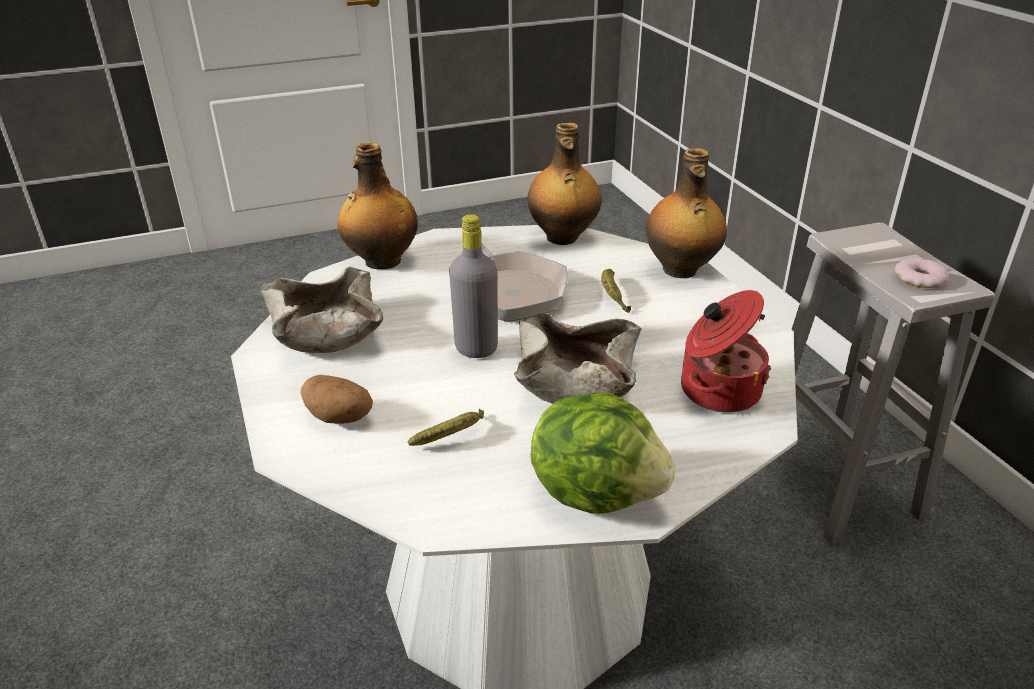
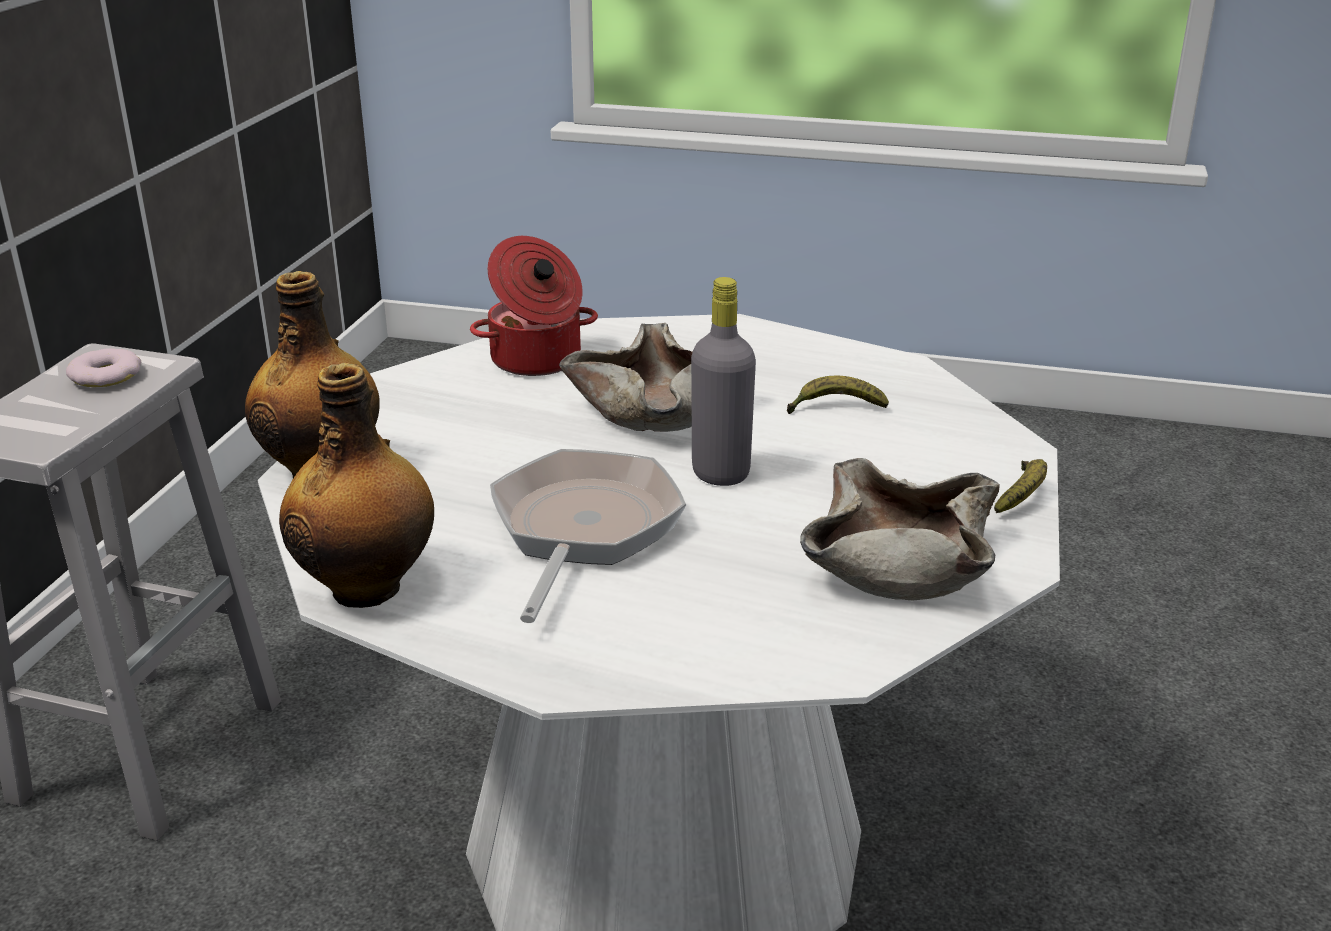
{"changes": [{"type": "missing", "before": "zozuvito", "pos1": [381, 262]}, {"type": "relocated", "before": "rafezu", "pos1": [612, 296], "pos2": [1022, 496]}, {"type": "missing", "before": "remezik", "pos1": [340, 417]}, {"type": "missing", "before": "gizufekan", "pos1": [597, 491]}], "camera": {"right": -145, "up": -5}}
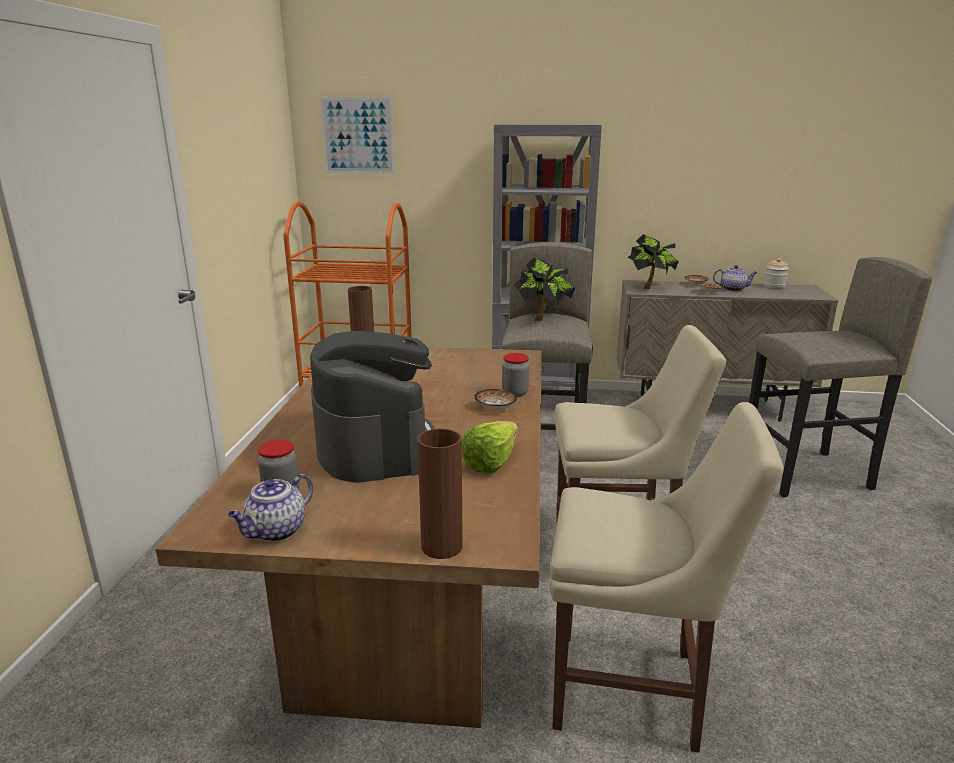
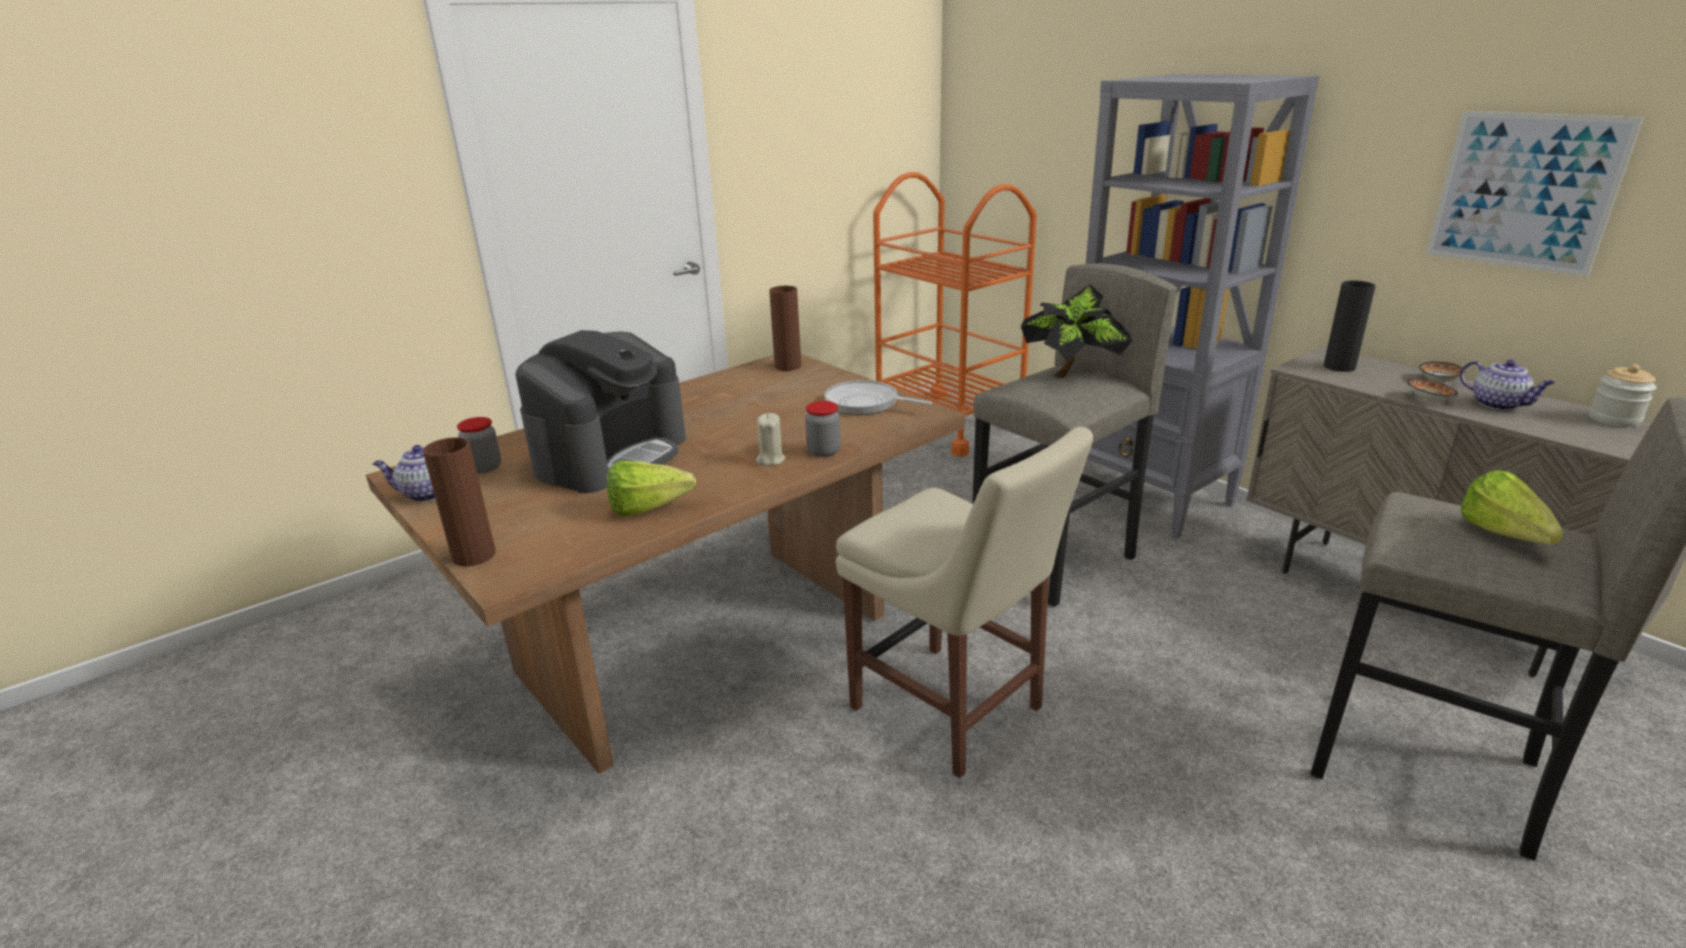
{"changes": [{"type": "relocated", "before": "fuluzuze", "pos1": [358, 136], "pos2": [1524, 192]}, {"type": "exchanged", "before": "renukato", "after": "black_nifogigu", "pos1": [650, 287], "pos2": [1339, 367]}, {"type": "exchanged", "before": "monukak", "after": "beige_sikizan", "pos1": [495, 408], "pos2": [770, 460]}, {"type": "missing", "before": "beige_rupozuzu", "pos1": [634, 690]}, {"type": "appeared", "after": "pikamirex", "pos2": [866, 404]}, {"type": "appeared", "after": "gizufekan", "pos2": [1506, 538]}], "camera": {"right": 45, "up": 5}}
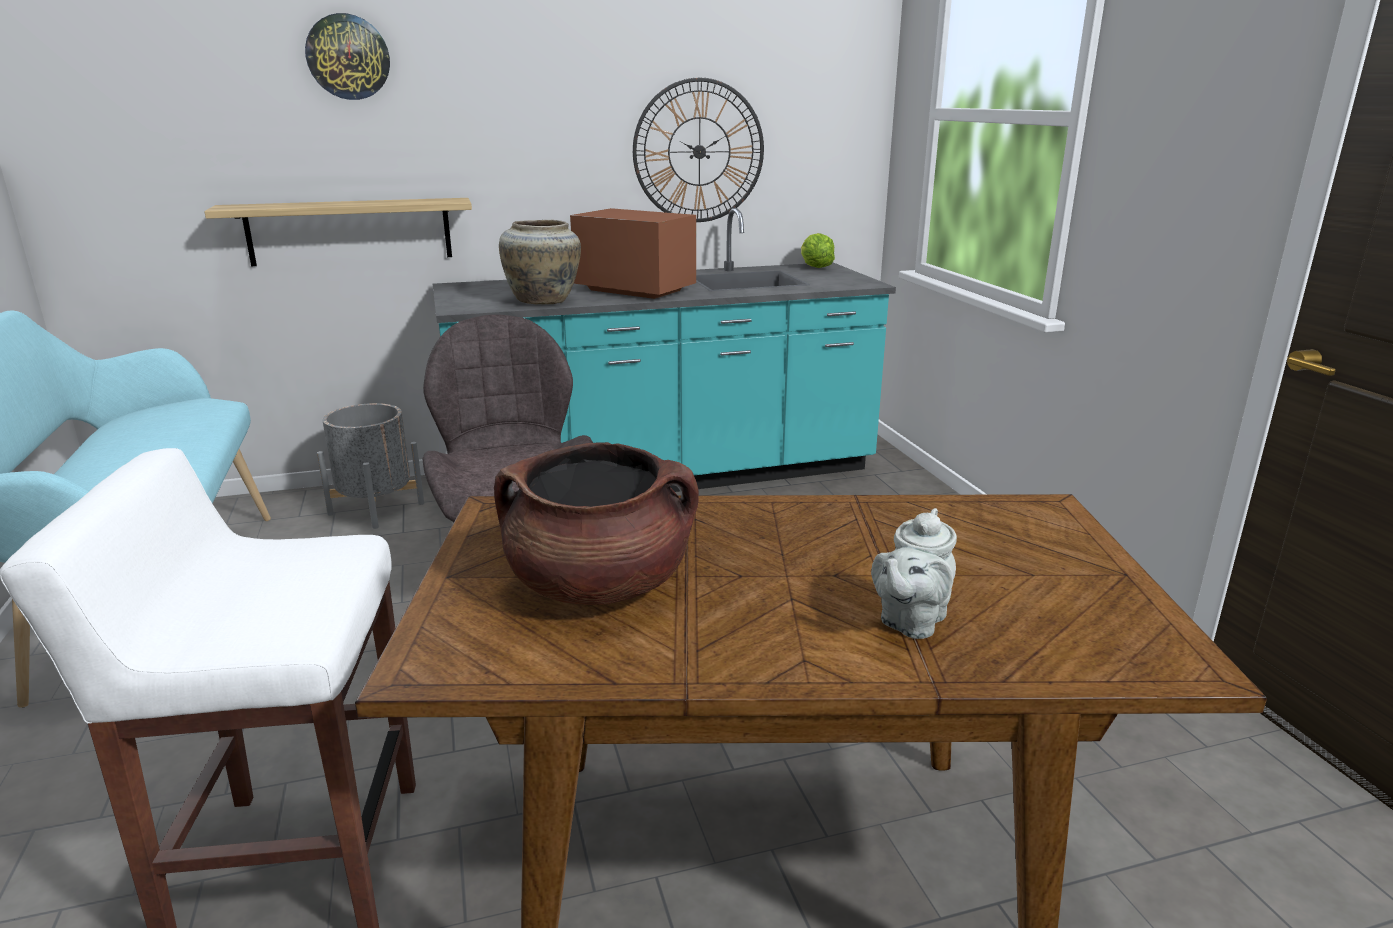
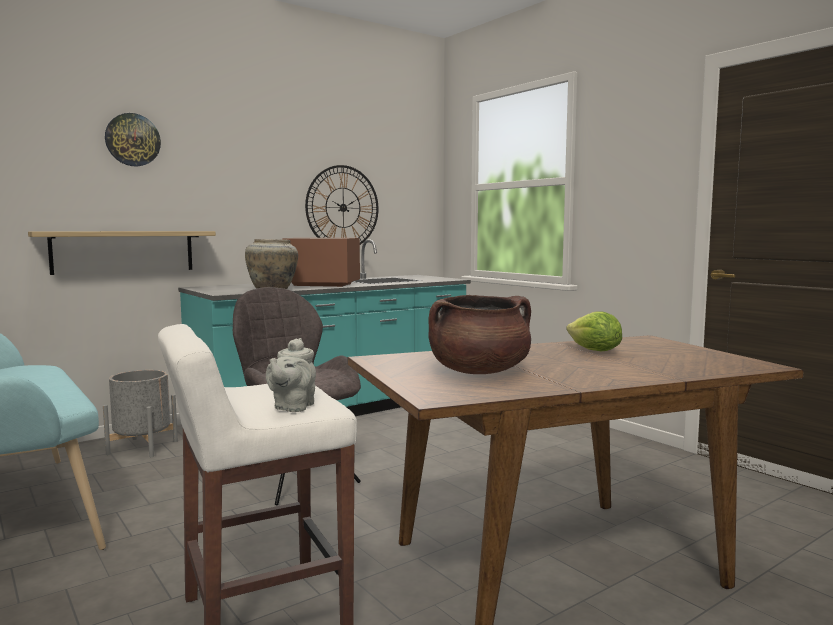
{"changes": [{"type": "relocated", "before": "gizufekan", "pos1": [815, 267], "pos2": [594, 351]}, {"type": "relocated", "before": "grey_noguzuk", "pos1": [910, 621], "pos2": [292, 407]}], "camera": {"right": -20, "up": -15}}
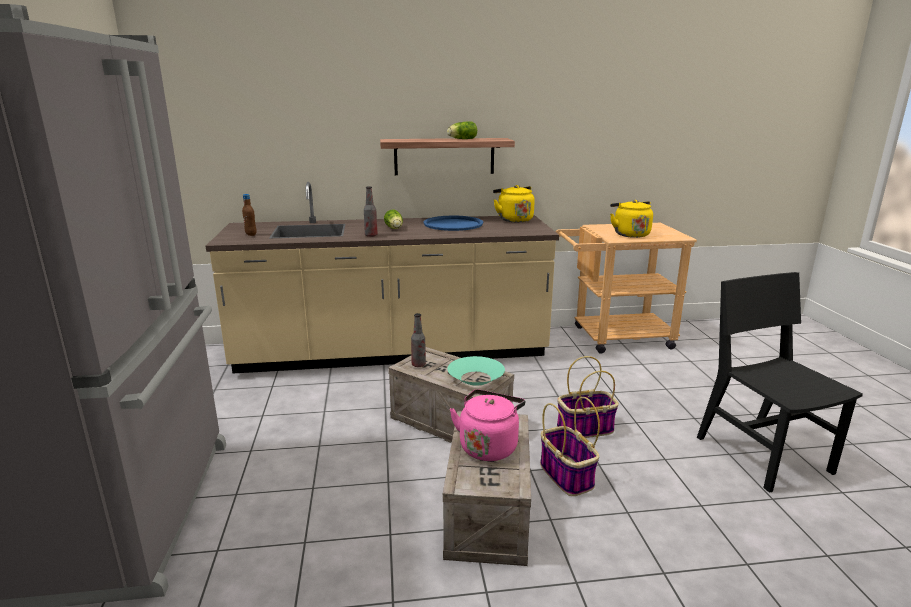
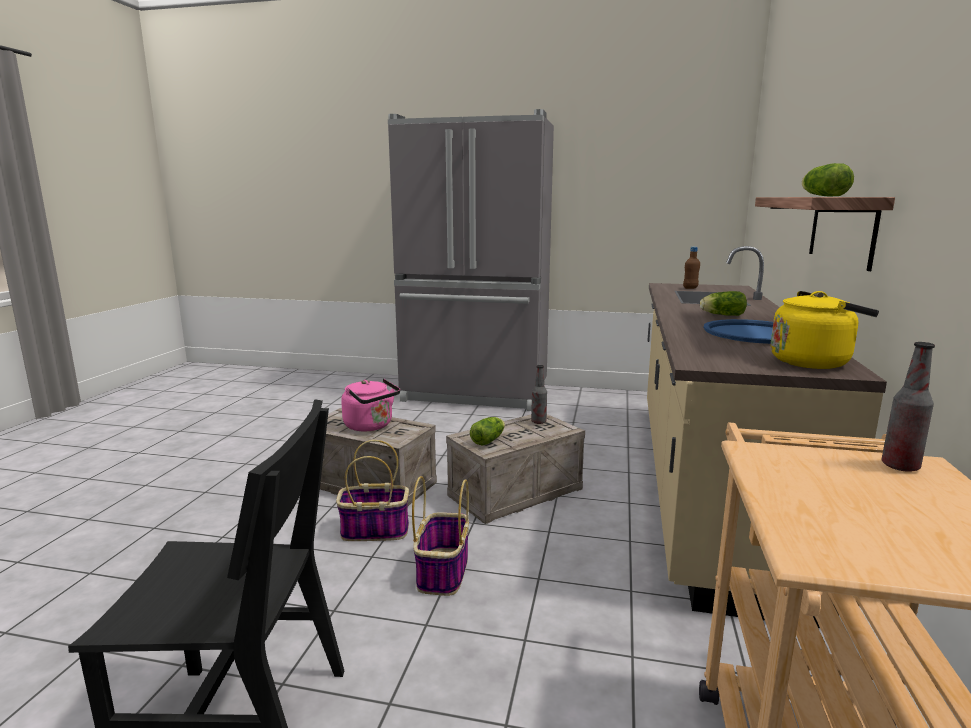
{"changes": [{"type": "relocated", "before": "zozuvito", "pos1": [371, 235], "pos2": [900, 466]}, {"type": "missing", "before": "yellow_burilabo", "pos1": [629, 234]}, {"type": "exchanged", "before": "turquoise_monukak", "after": "gizufekan", "pos1": [476, 378], "pos2": [489, 440]}], "camera": {"right": 110, "up": -5}}
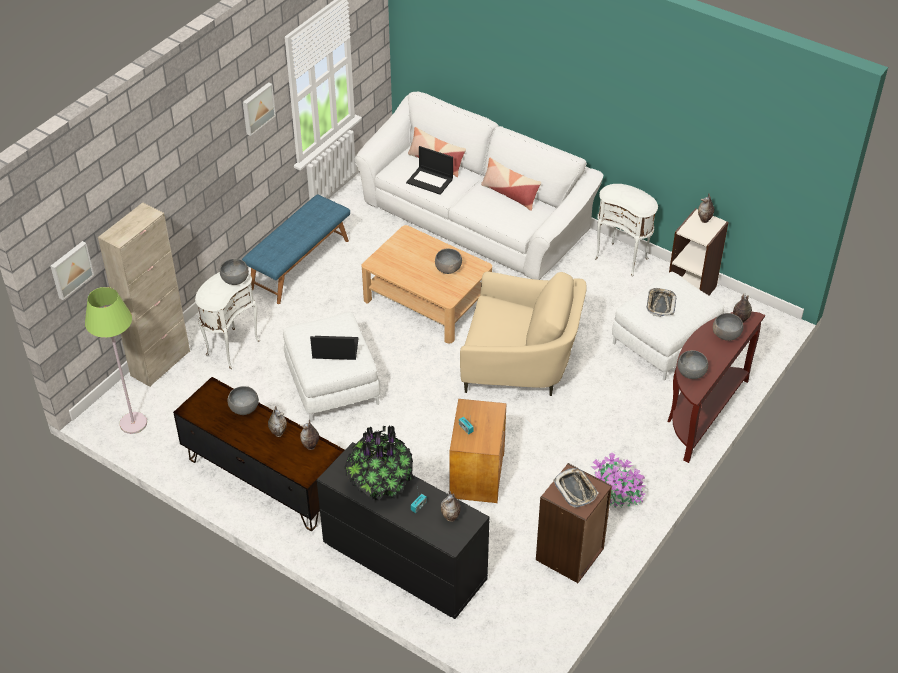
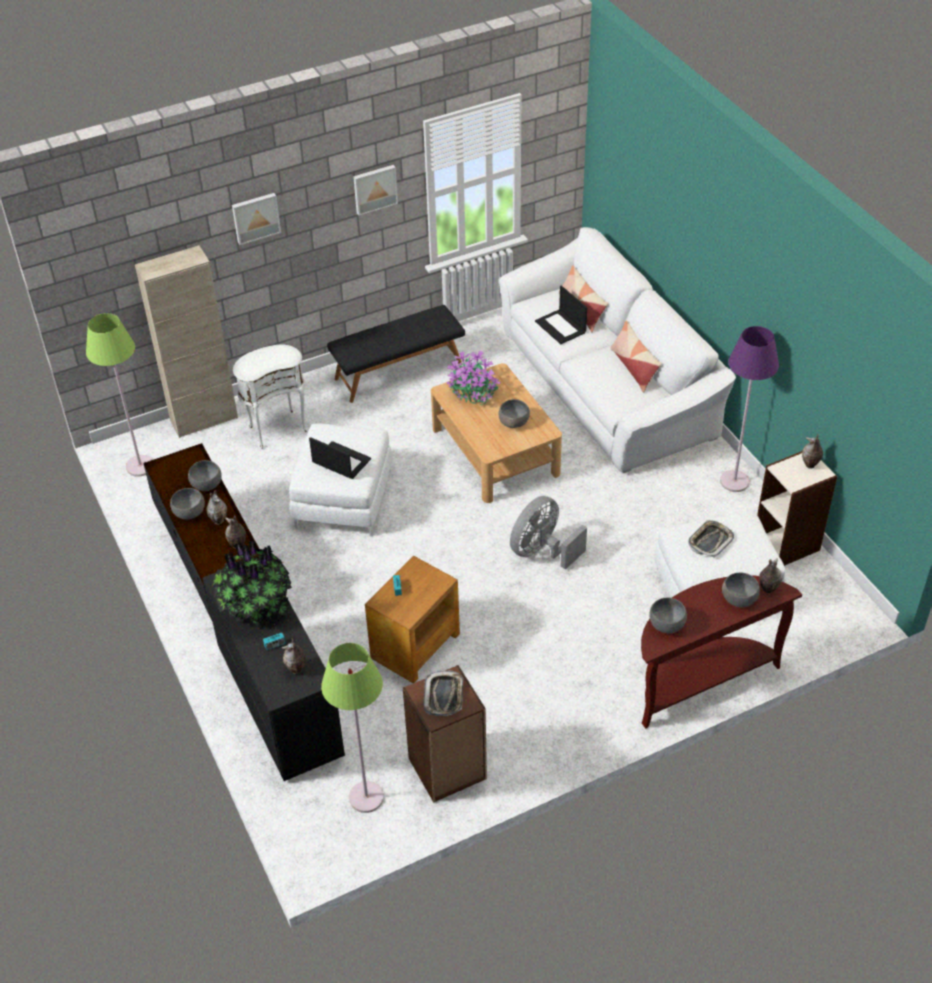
{"changes": [{"type": "exchanged", "before": "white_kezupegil", "after": "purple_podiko", "pos1": [622, 258], "pos2": [734, 481]}, {"type": "colour", "before": "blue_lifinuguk", "after": "black_lifinuguk", "pos1": [299, 264], "pos2": [398, 371]}, {"type": "relocated", "before": "fuluzuze", "pos1": [70, 269], "pos2": [255, 217]}, {"type": "relocated", "before": "grey_monukak", "pos1": [235, 279], "pos2": [189, 512]}, {"type": "exchanged", "before": "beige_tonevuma", "after": "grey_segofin", "pos1": [520, 364], "pos2": [542, 551]}, {"type": "relocated", "before": "renukato", "pos1": [616, 493], "pos2": [473, 392]}, {"type": "appeared", "after": "green_podiko", "pos2": [366, 797]}], "camera": {"right": 30, "up": 0}}
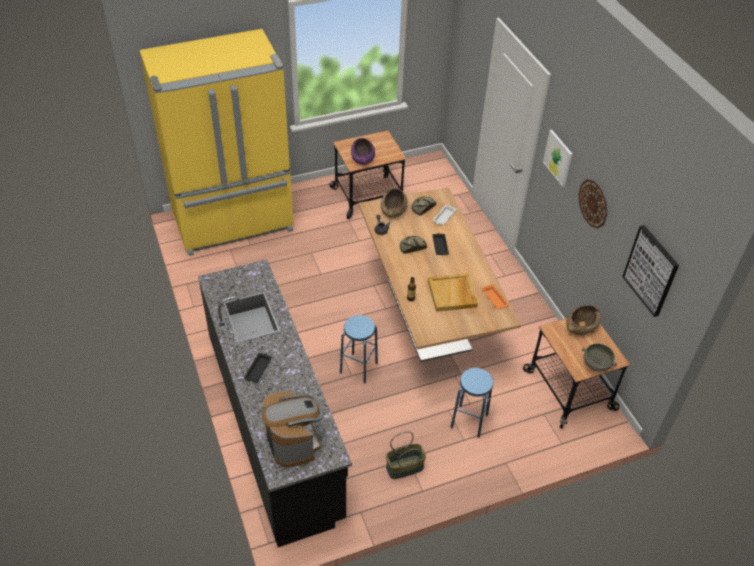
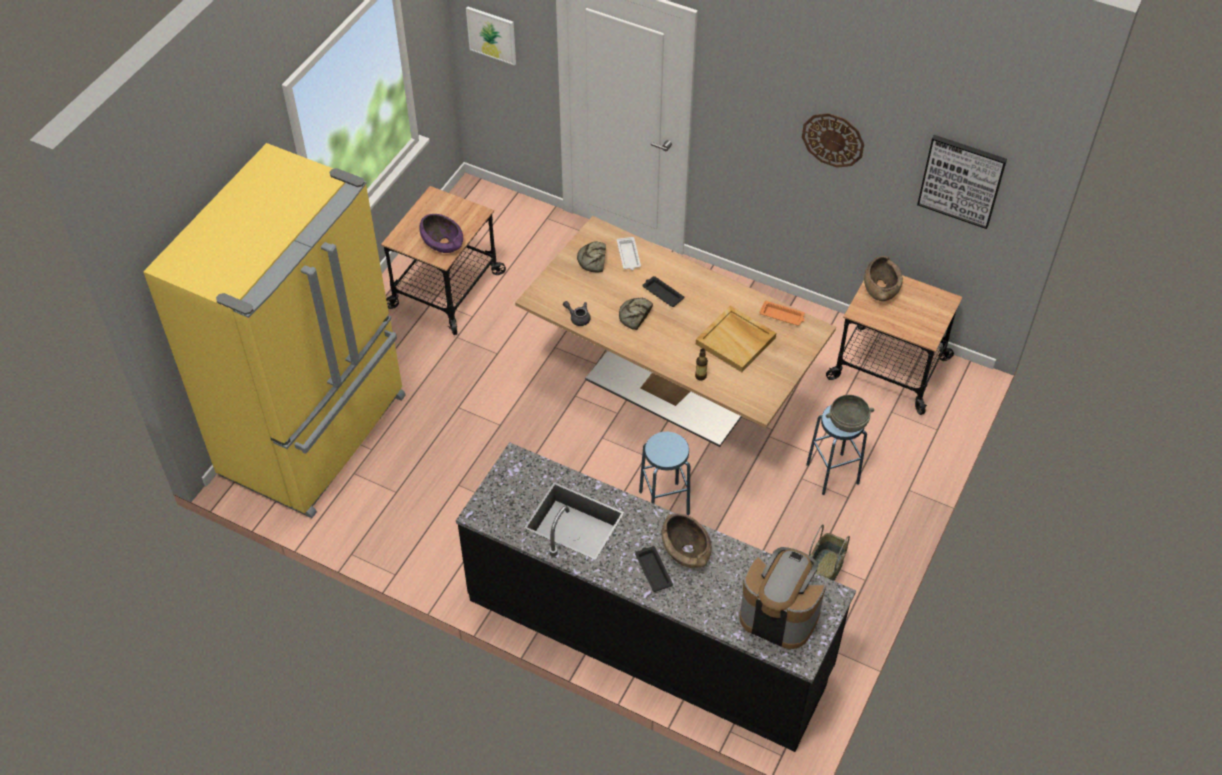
{"changes": [{"type": "relocated", "before": "fuluzuze", "pos1": [558, 157], "pos2": [492, 35]}, {"type": "relocated", "before": "brown_monukak", "pos1": [393, 210], "pos2": [686, 549]}, {"type": "relocated", "before": "grey_monukak", "pos1": [596, 365], "pos2": [847, 423]}], "camera": {"right": -40, "up": 5}}
